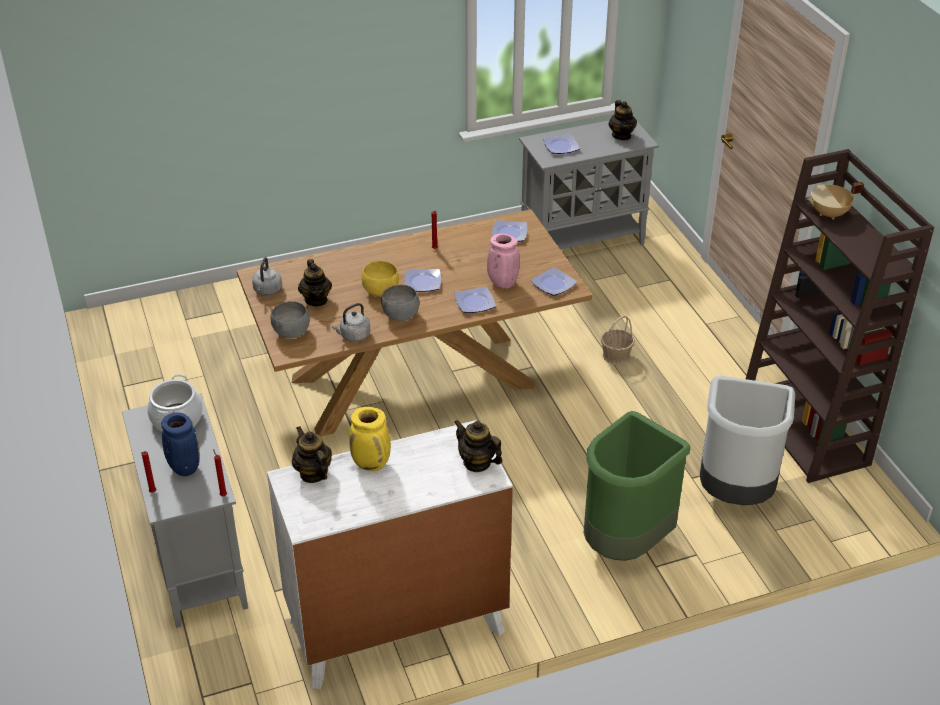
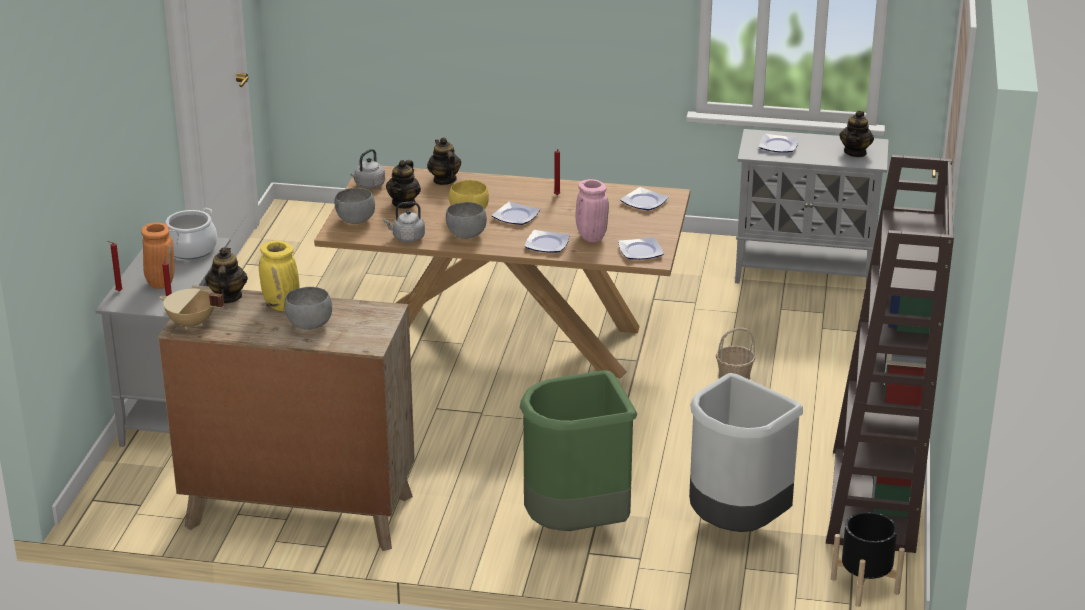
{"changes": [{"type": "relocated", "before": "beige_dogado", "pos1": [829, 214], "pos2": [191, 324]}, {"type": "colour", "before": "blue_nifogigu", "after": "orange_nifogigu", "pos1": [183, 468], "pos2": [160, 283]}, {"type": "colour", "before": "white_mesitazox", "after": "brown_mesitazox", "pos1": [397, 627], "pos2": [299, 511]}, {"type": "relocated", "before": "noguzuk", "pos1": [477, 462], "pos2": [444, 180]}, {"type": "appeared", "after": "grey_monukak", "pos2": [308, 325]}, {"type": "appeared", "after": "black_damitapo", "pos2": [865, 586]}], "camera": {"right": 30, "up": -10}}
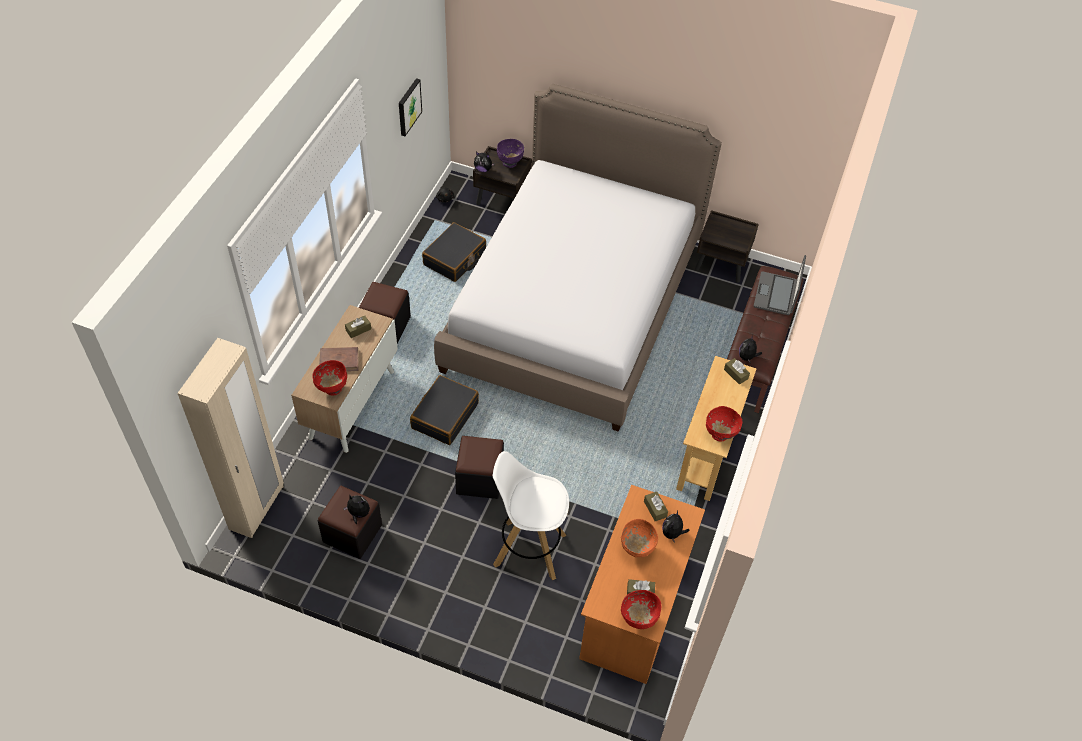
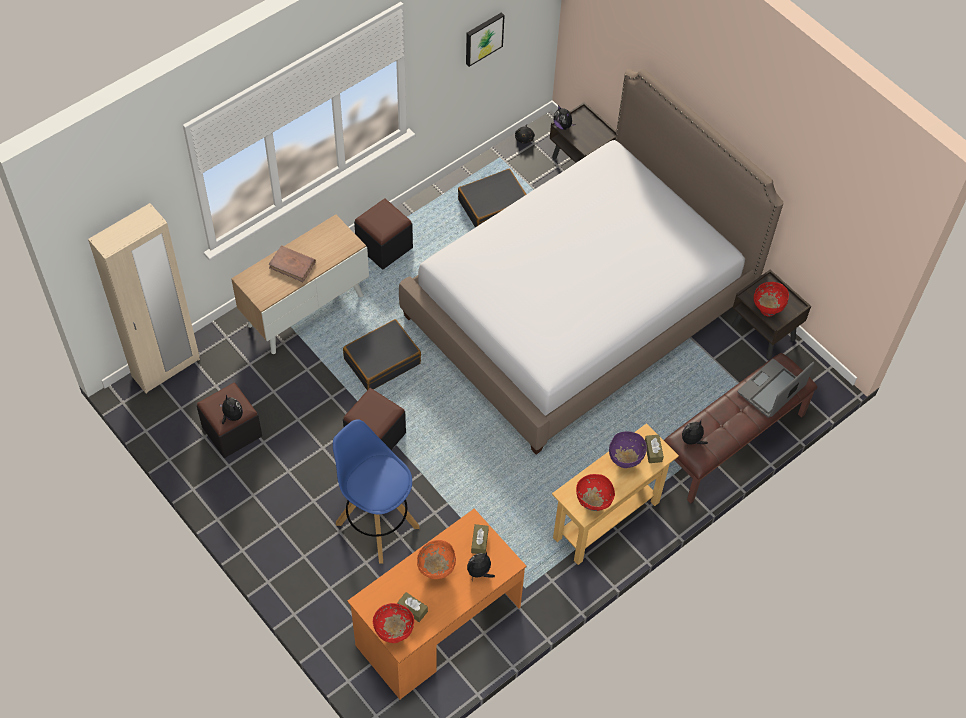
{"changes": [{"type": "relocated", "before": "purple_monukak", "pos1": [510, 163], "pos2": [625, 460]}, {"type": "missing", "before": "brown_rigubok", "pos1": [358, 330]}, {"type": "relocated", "before": "red_monukak", "pos1": [332, 388], "pos2": [767, 309]}, {"type": "colour", "before": "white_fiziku", "after": "blue_fiziku", "pos1": [528, 549], "pos2": [376, 524]}], "camera": {"right": 30, "up": 5}}
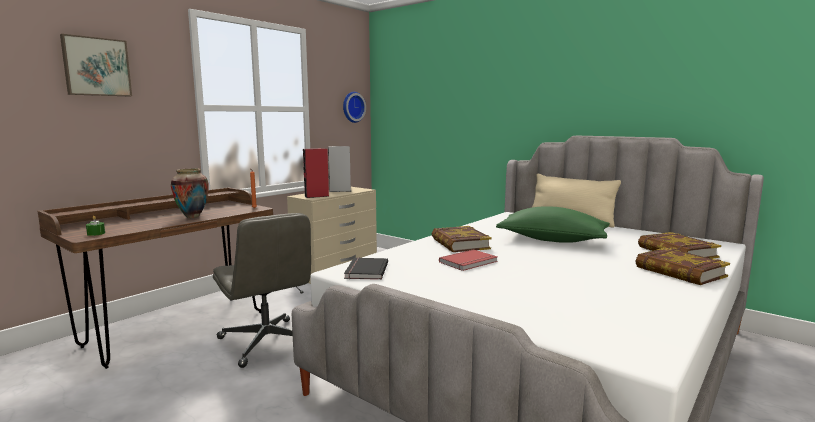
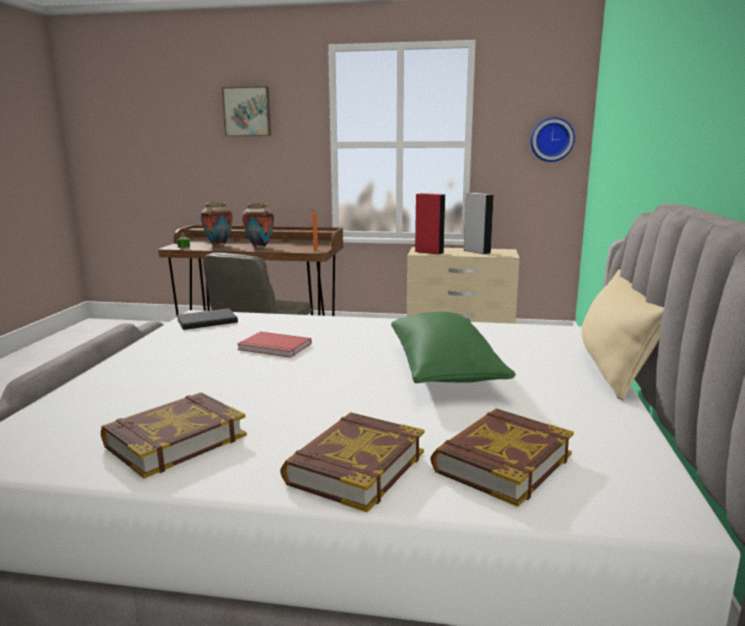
{"changes": [{"type": "relocated", "before": "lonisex", "pos1": [459, 244], "pos2": [175, 440]}, {"type": "appeared", "after": "nifogigu", "pos2": [218, 245]}], "camera": {"right": 60, "up": 5}}
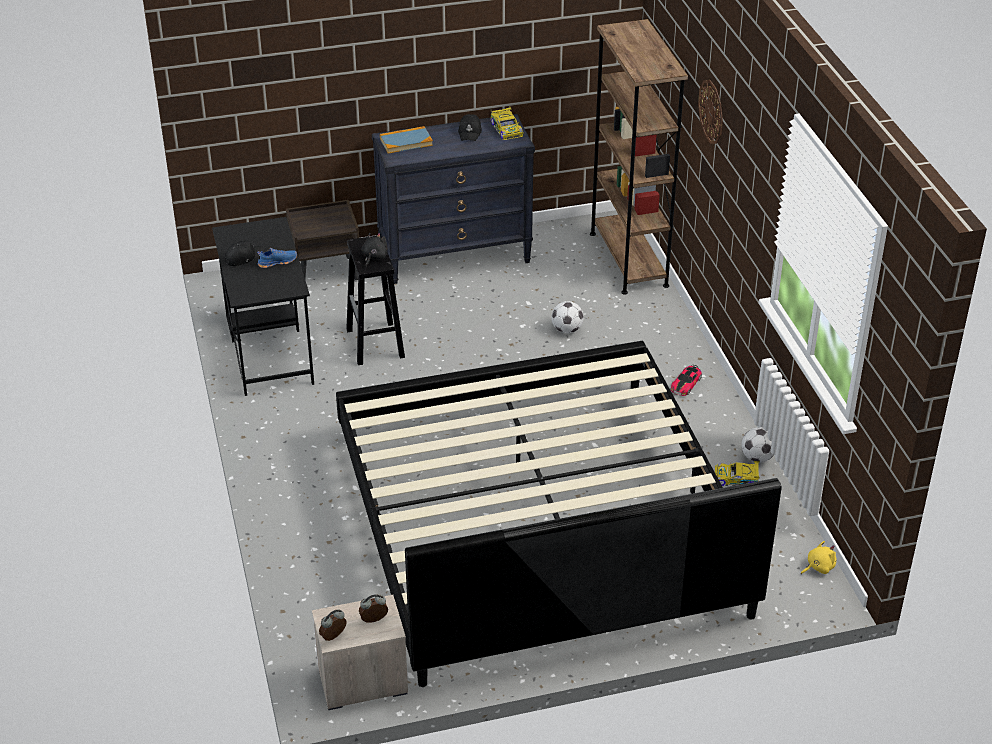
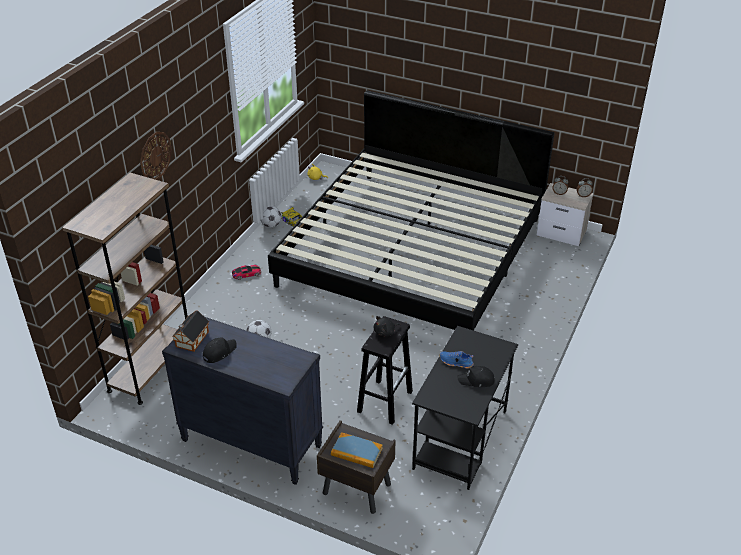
{"changes": [{"type": "exchanged", "before": "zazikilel", "after": "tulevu", "pos1": [506, 129], "pos2": [191, 340]}, {"type": "relocated", "before": "lonisex", "pos1": [406, 142], "pos2": [356, 452]}], "camera": {"right": -140, "up": 0}}
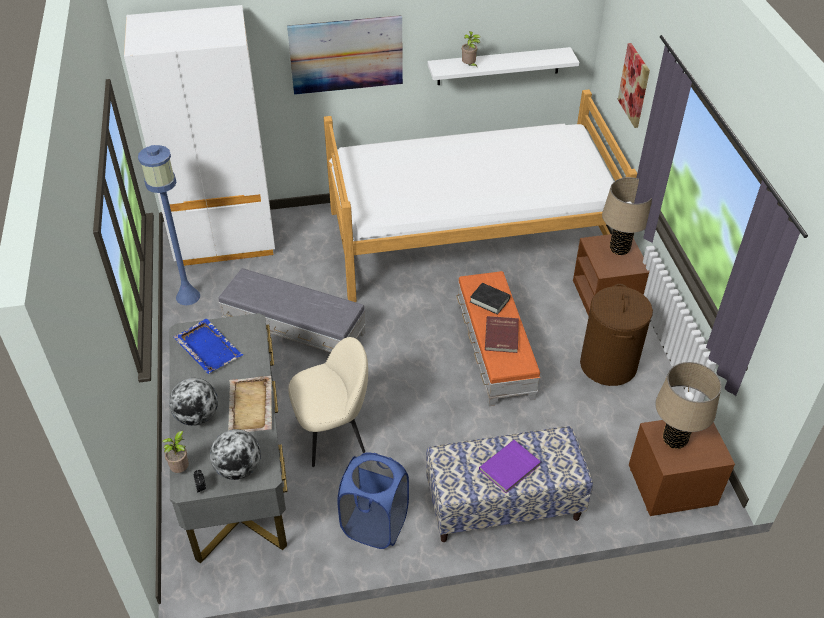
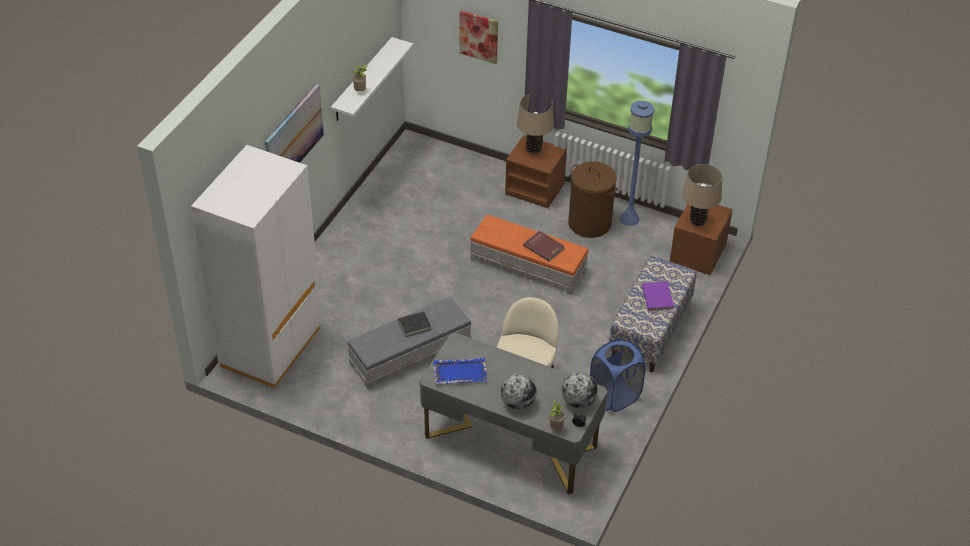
{"changes": [{"type": "missing", "before": "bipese", "pos1": [470, 239]}, {"type": "relocated", "before": "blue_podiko", "pos1": [187, 296], "pos2": [629, 219]}, {"type": "relocated", "before": "black_lonisex", "pos1": [489, 300], "pos2": [414, 326]}, {"type": "missing", "before": "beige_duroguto", "pos1": [250, 406]}], "camera": {"right": -55, "up": 0}}
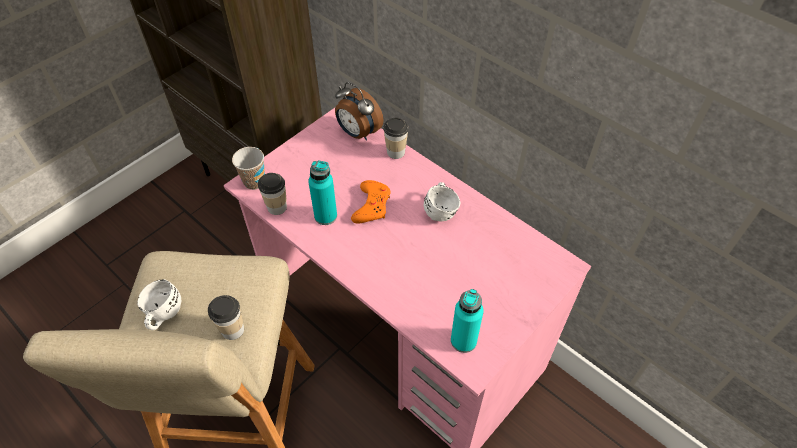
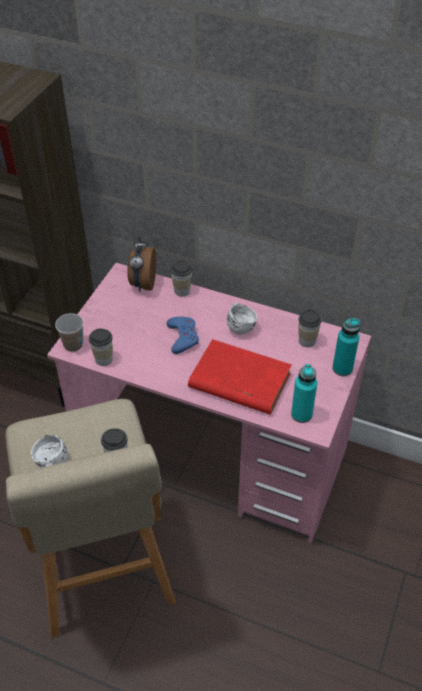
{"changes": [{"type": "spun", "before": "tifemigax", "pos1": [358, 133], "pos2": [142, 284], "turn": 75}, {"type": "relocated", "before": "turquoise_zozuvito", "pos1": [325, 216], "pos2": [342, 368]}, {"type": "colour", "before": "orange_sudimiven", "after": "blue_sudimiven", "pos1": [372, 205], "pos2": [183, 337]}, {"type": "appeared", "after": "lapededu", "pos2": [307, 341]}, {"type": "appeared", "after": "red_lonisex", "pos2": [238, 381]}], "camera": {"right": -20, "up": -5}}
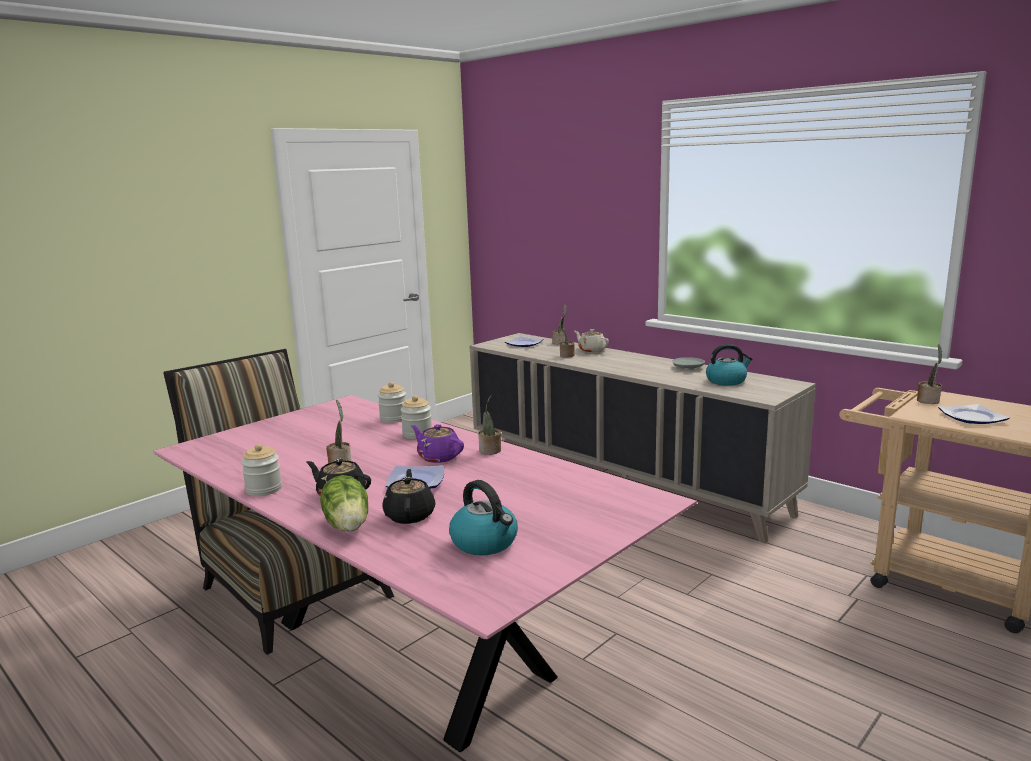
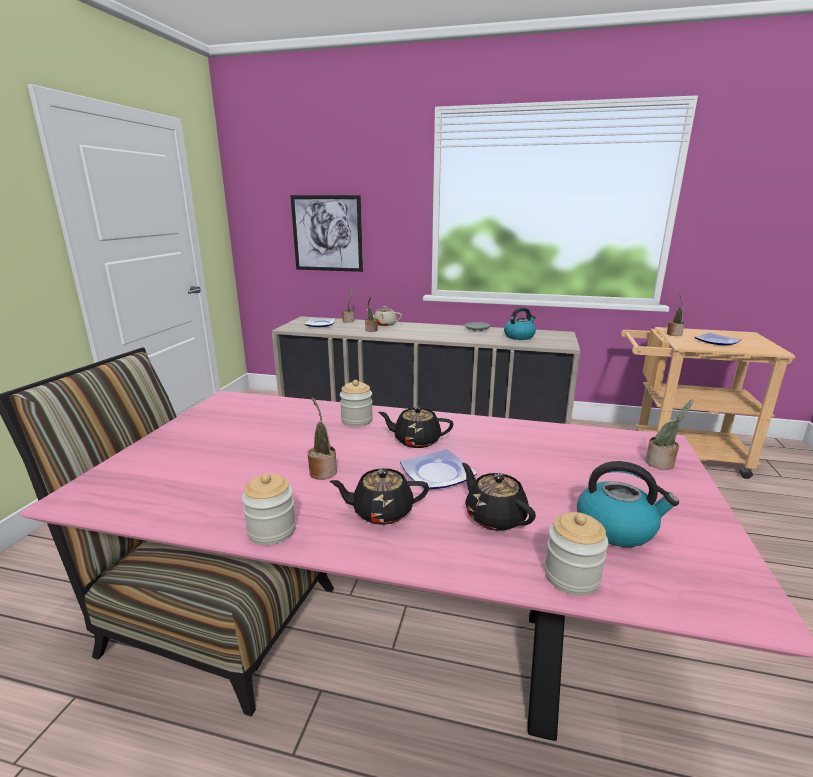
{"changes": [{"type": "relocated", "before": "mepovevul", "pos1": [393, 418], "pos2": [571, 576]}, {"type": "relocated", "before": "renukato", "pos1": [490, 451], "pos2": [661, 464]}, {"type": "colour", "before": "purple_noguzuk", "after": "black_noguzuk", "pos1": [438, 457], "pos2": [416, 440]}, {"type": "missing", "before": "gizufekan", "pos1": [348, 525]}, {"type": "appeared", "after": "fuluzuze", "pos2": [327, 233]}], "camera": {"right": -30, "up": 5}}
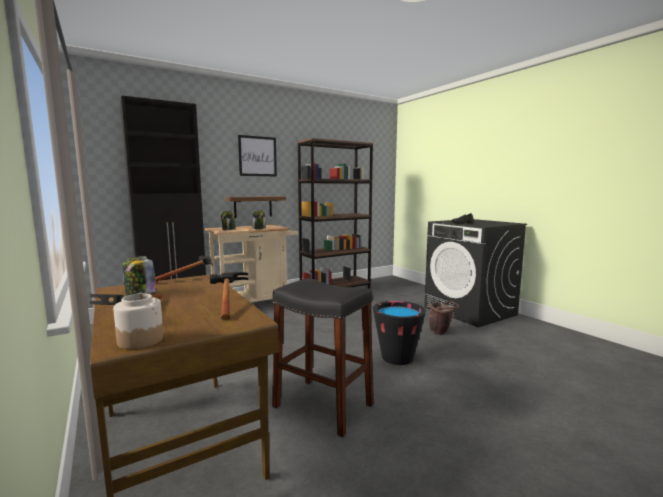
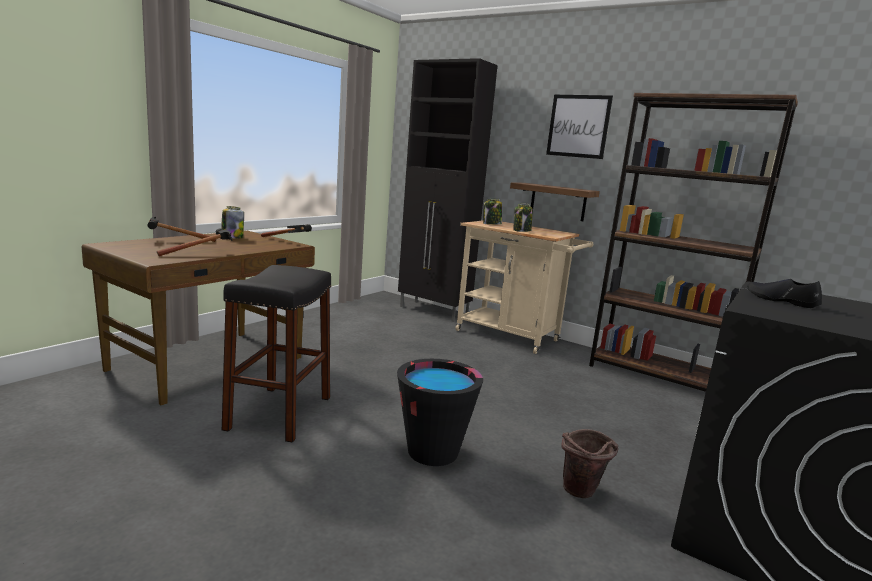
{"changes": [{"type": "missing", "before": "mepovevul", "pos1": [141, 340]}], "camera": {"right": 65, "up": 5}}
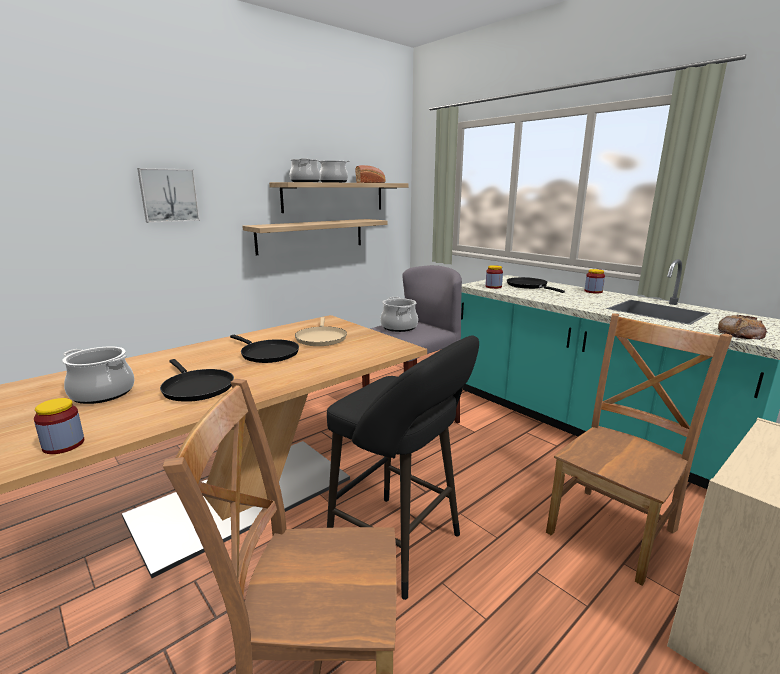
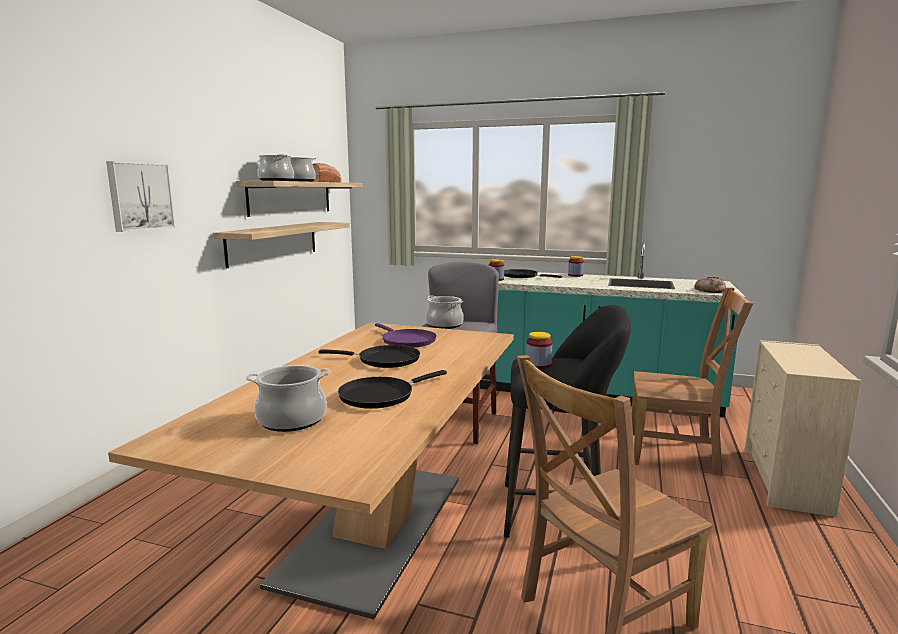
{"changes": [{"type": "spun", "before": "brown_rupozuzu", "pos1": [614, 528], "pos2": [677, 453], "turn": 90}, {"type": "colour", "before": "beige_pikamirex", "after": "purple_pikamirex", "pos1": [321, 338], "pos2": [406, 341]}, {"type": "spun", "before": "black_pikamirex", "pos1": [196, 387], "pos2": [381, 395], "turn": 120}, {"type": "relocated", "before": "mepovevul", "pos1": [63, 445], "pos2": [538, 365]}], "camera": {"right": -30, "up": -5}}
